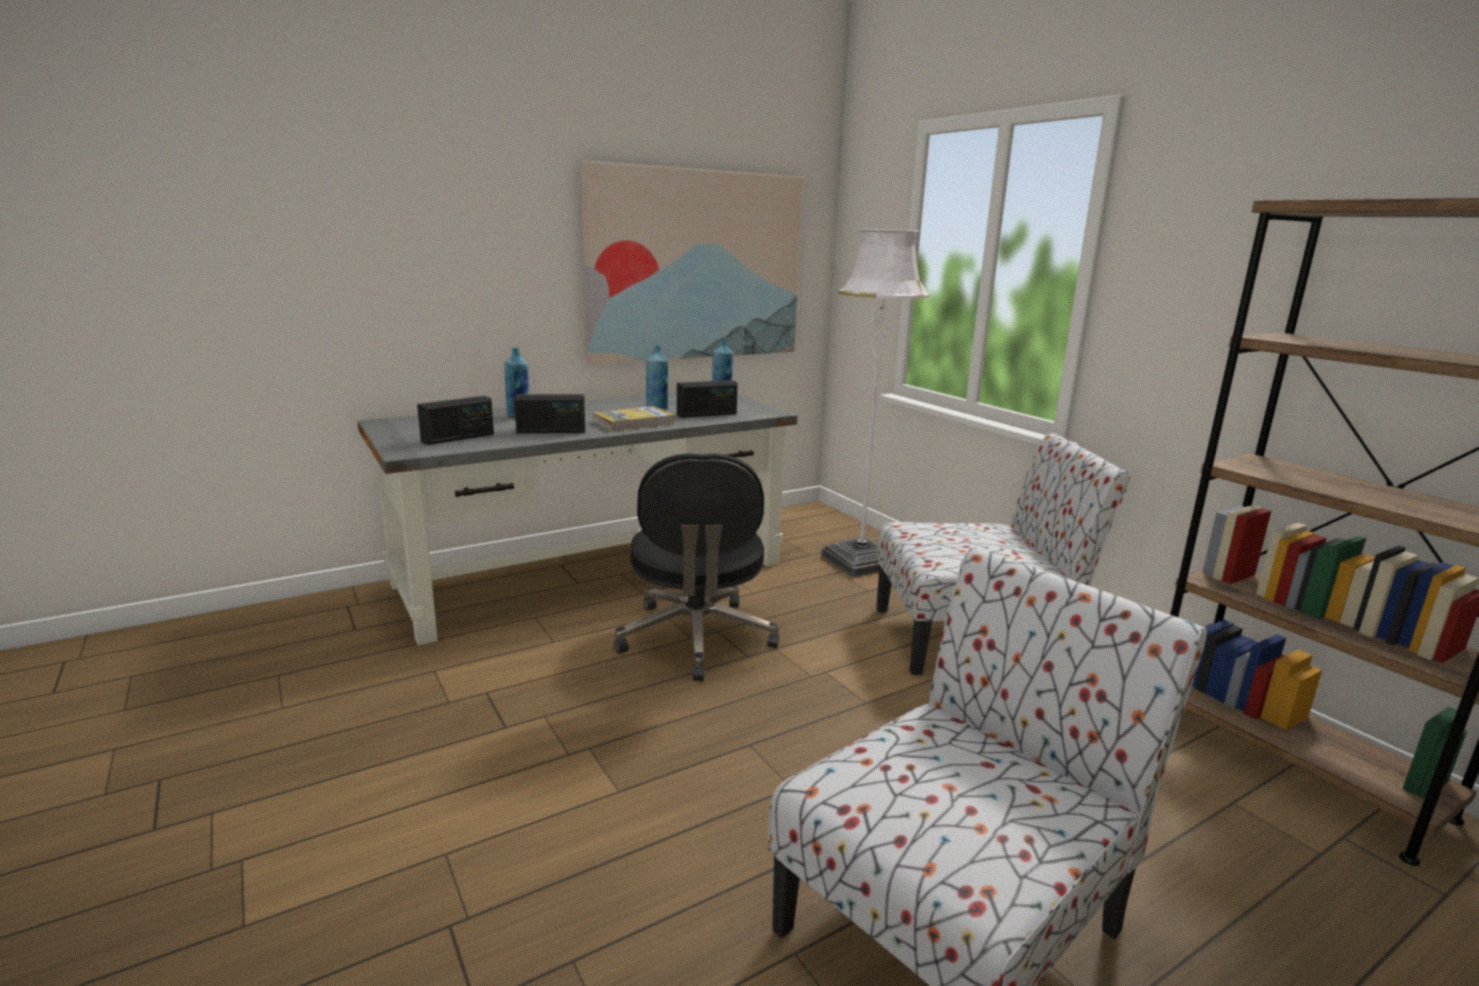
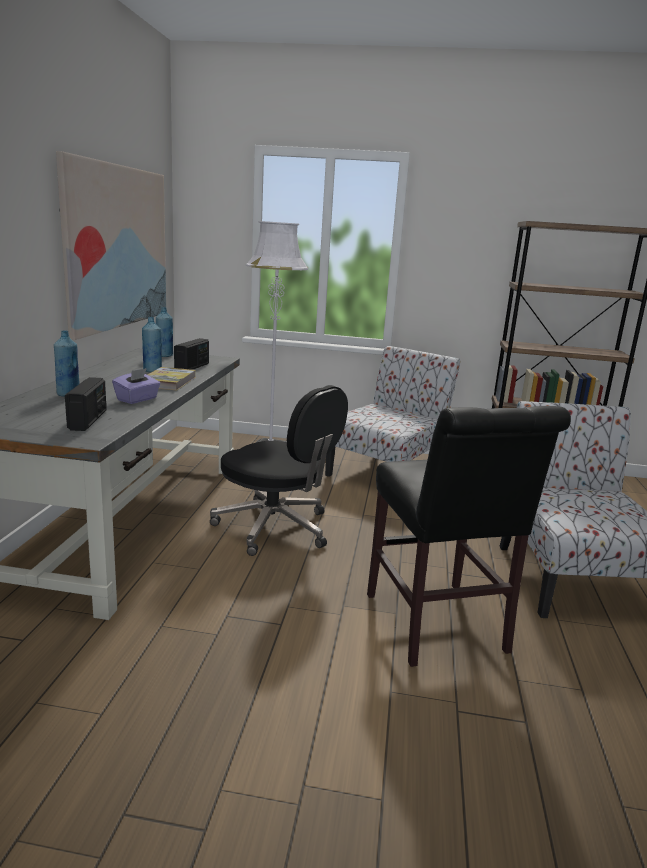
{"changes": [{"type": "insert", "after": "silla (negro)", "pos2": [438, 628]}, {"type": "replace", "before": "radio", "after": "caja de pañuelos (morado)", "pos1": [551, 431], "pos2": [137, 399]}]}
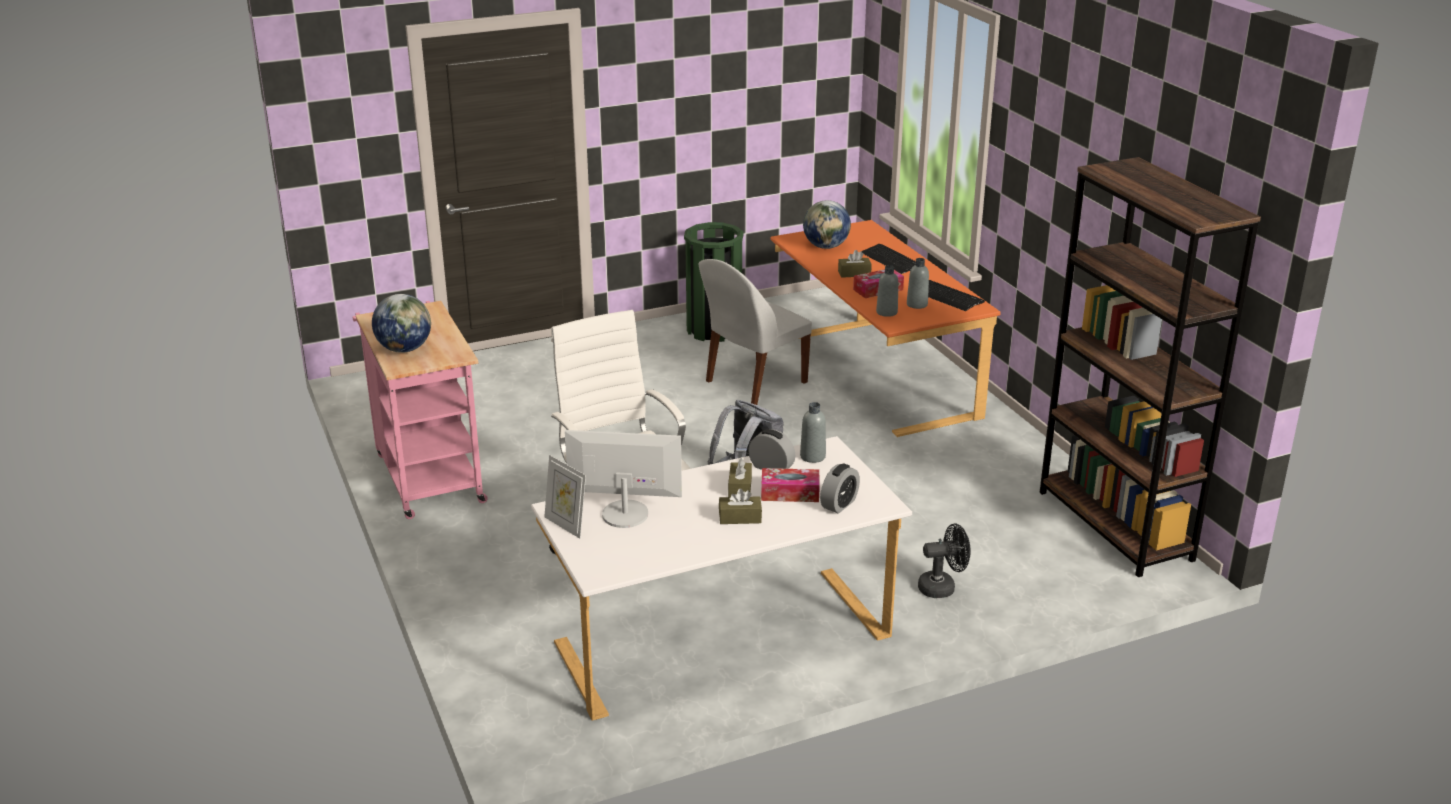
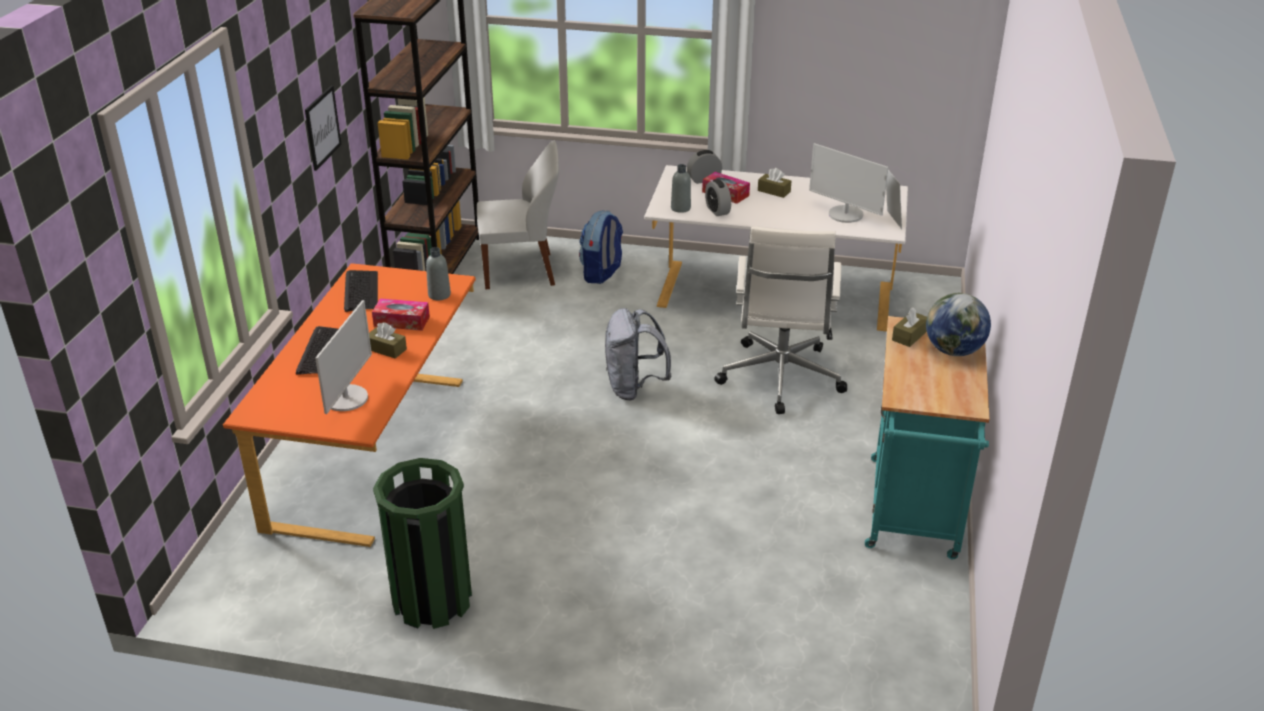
{"changes": [{"type": "delete", "before": "botella (gris)", "pos1": [917, 304]}, {"type": "insert", "after": "cuadro", "pos2": [322, 127]}, {"type": "move", "before": "silla (blanco)", "pos1": [754, 383], "pos2": [521, 271]}, {"type": "move", "before": "caja de pañuelos (marrón)", "pos1": [740, 487], "pos2": [909, 336]}, {"type": "replace", "before": "globo terráqueo", "after": "monitor", "pos1": [826, 246], "pos2": [346, 398]}, {"type": "replace", "before": "ventilador (negro)", "after": "mochila", "pos1": [942, 587], "pos2": [602, 273]}, {"type": "recolor", "before": "carrito (rosa)", "after": "carrito (turquesa)", "pos1": [427, 474], "pos2": [913, 514]}]}
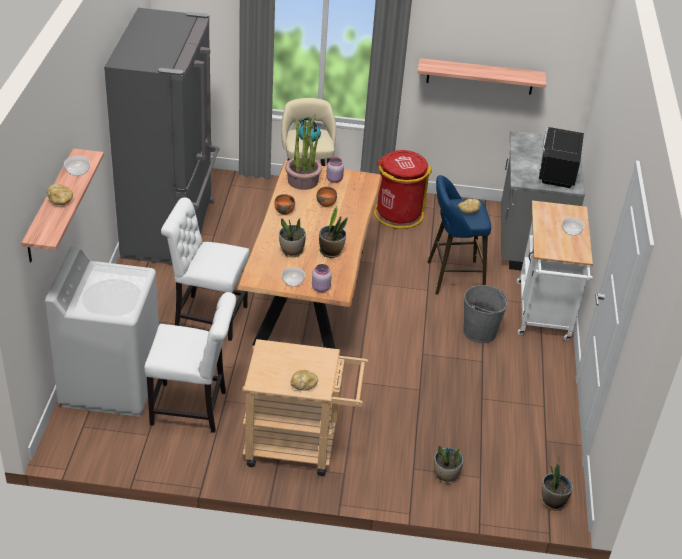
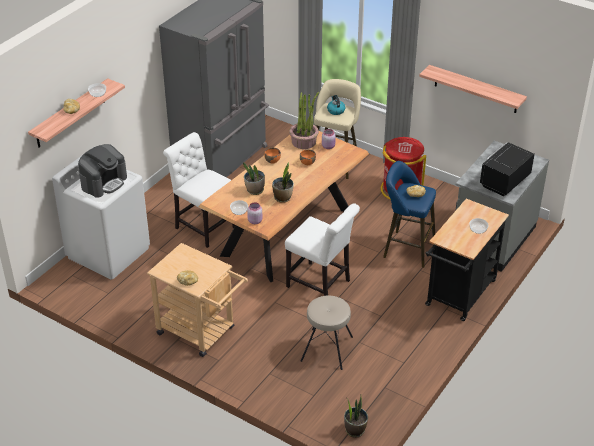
{"changes": [{"type": "delete", "before": "planta en maceta", "pos1": [446, 475]}, {"type": "delete", "before": "cubo (gris)", "pos1": [479, 332]}, {"type": "insert", "after": "cafetera", "pos2": [104, 182]}, {"type": "insert", "after": "taburete (beis)", "pos2": [327, 349]}, {"type": "move", "before": "silla (blanco)", "pos1": [193, 409], "pos2": [321, 285]}, {"type": "recolor", "before": "carrito (blanco)", "after": "carrito (negro)", "pos1": [543, 315], "pos2": [458, 296]}]}
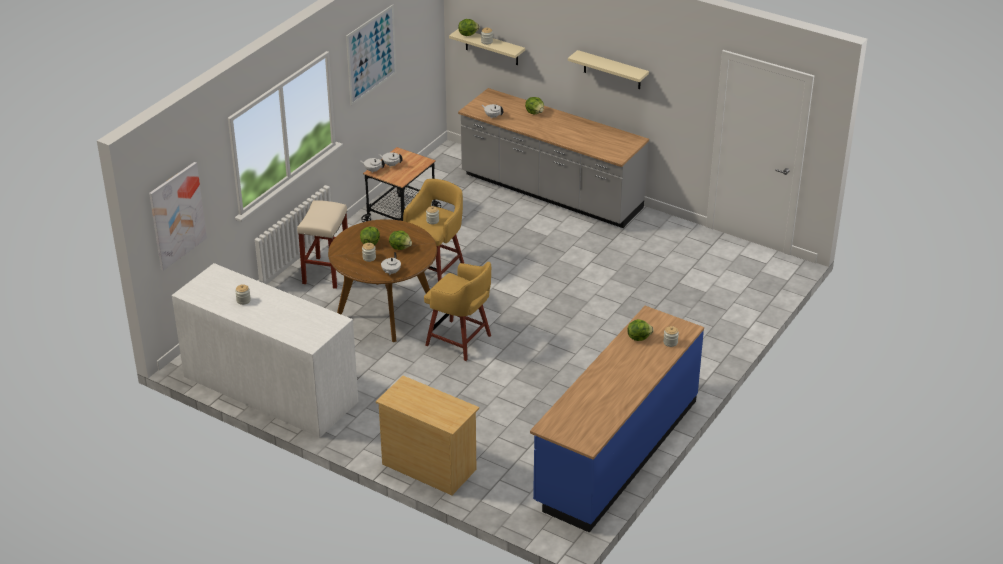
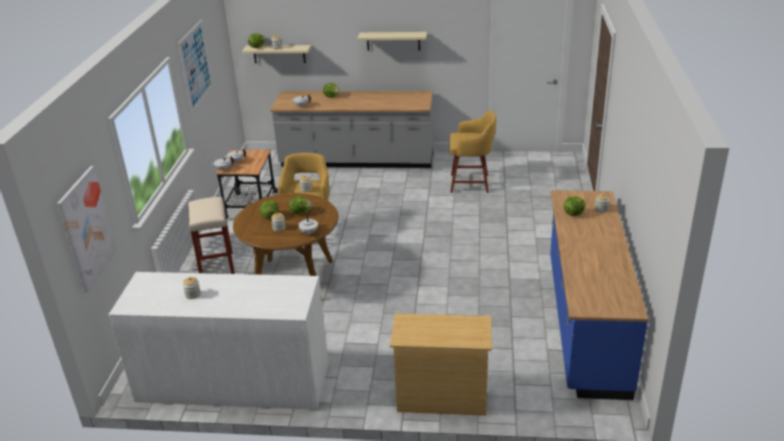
{"changes": [{"type": "move", "before": "taburete (amarillo)", "pos1": [460, 341], "pos2": [471, 183]}]}
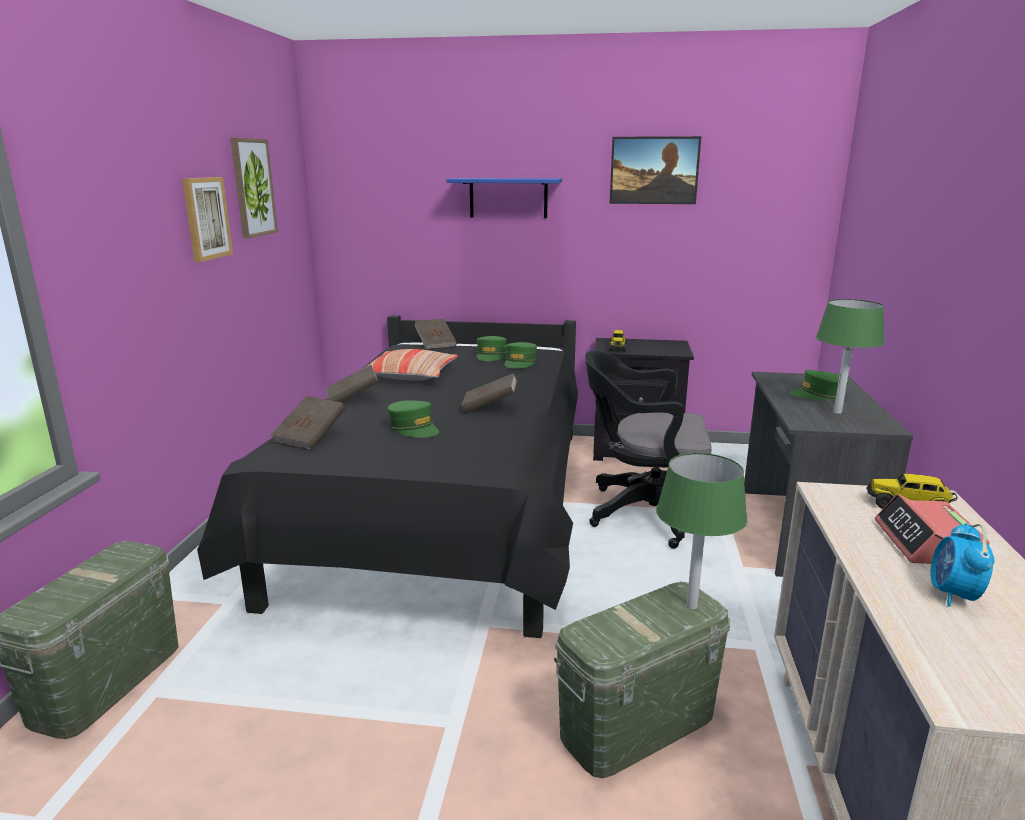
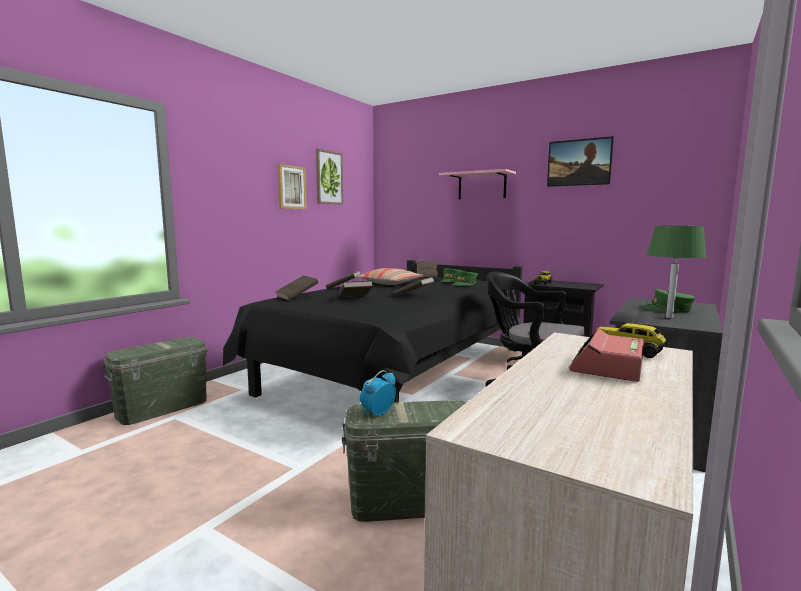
{"changes": [{"type": "delete", "before": "lámpara de mesa (verde)", "pos1": [691, 606]}, {"type": "move", "before": "despertador", "pos1": [953, 595], "pos2": [377, 414]}, {"type": "replace", "before": "gorra (verde)", "after": "libro (marrón)", "pos1": [414, 428], "pos2": [355, 298]}, {"type": "recolor", "before": "estante (azul)", "after": "estante (rosa)", "pos1": [508, 198], "pos2": [482, 186]}]}
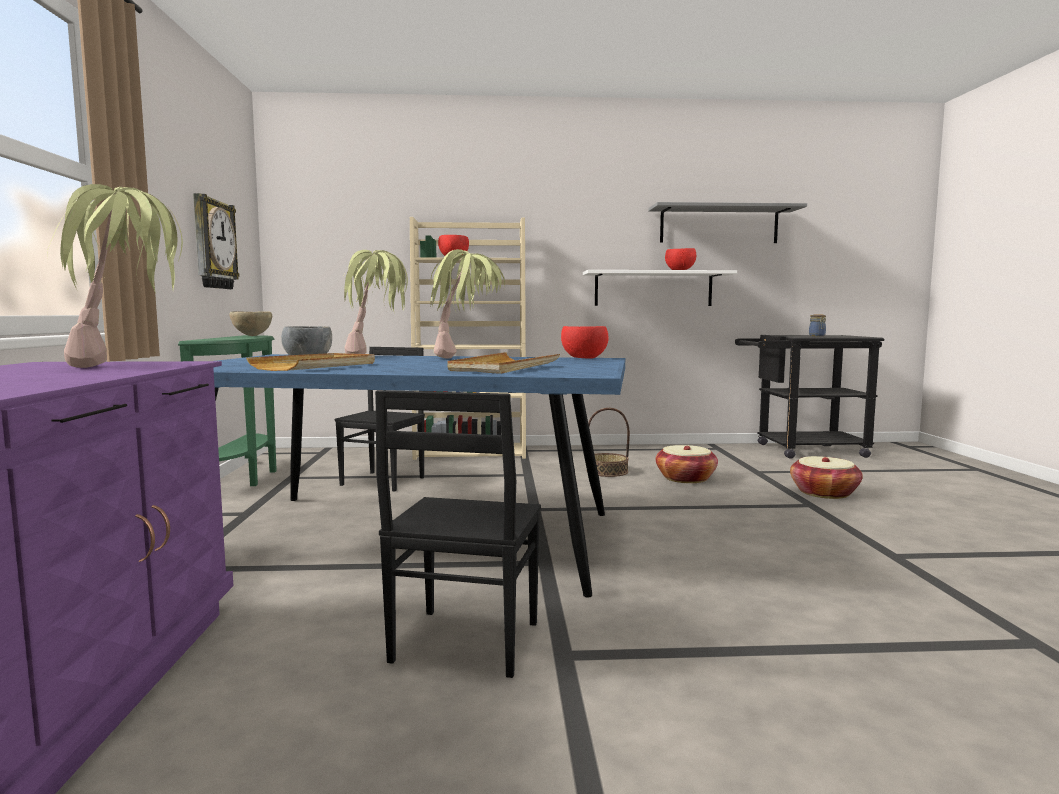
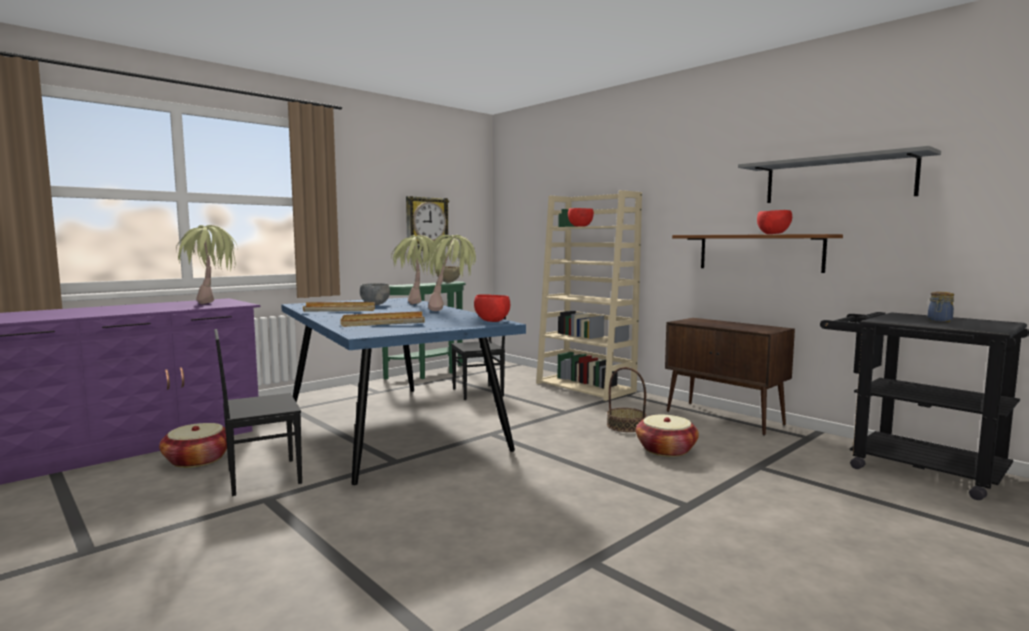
{"changes": [{"type": "insert", "after": "armario (marrón)", "pos2": [725, 418]}, {"type": "move", "before": "cesta", "pos1": [824, 493], "pos2": [197, 460]}, {"type": "recolor", "before": "estante (blanco)", "after": "estante (marrón)", "pos1": [653, 289], "pos2": [759, 252]}]}
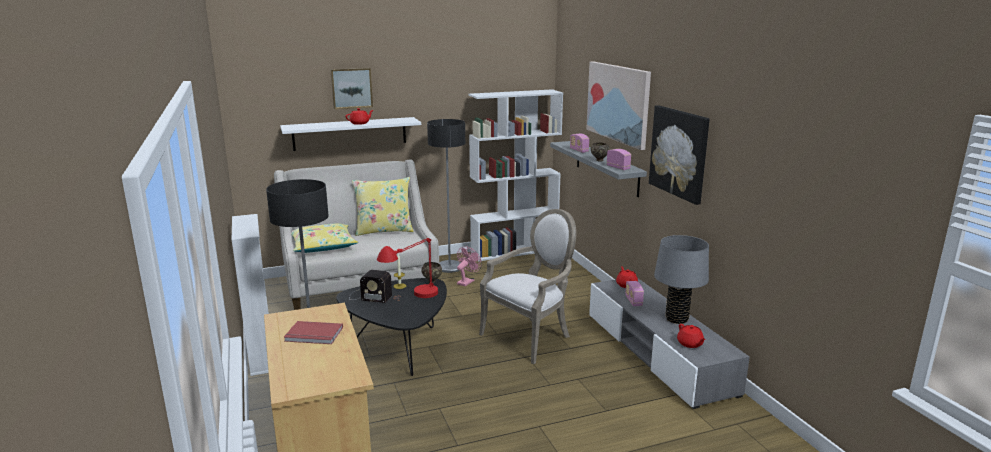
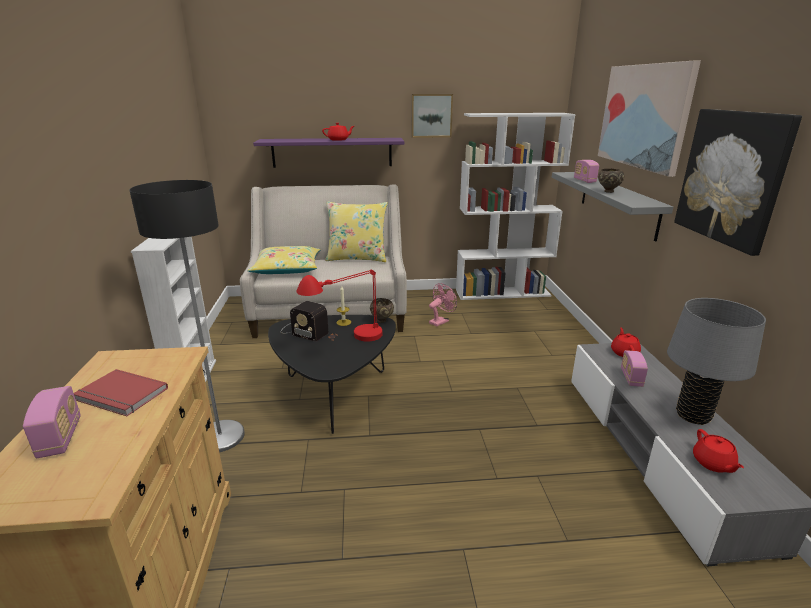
{"changes": [{"type": "delete", "before": "lámpara de pie", "pos1": [449, 267]}, {"type": "delete", "before": "sillón", "pos1": [531, 337]}, {"type": "move", "before": "cuadro", "pos1": [351, 88], "pos2": [431, 115]}, {"type": "move", "before": "radio", "pos1": [618, 167], "pos2": [60, 438]}, {"type": "recolor", "before": "estante (blanco)", "after": "estante (morado)", "pos1": [350, 133], "pos2": [332, 152]}]}
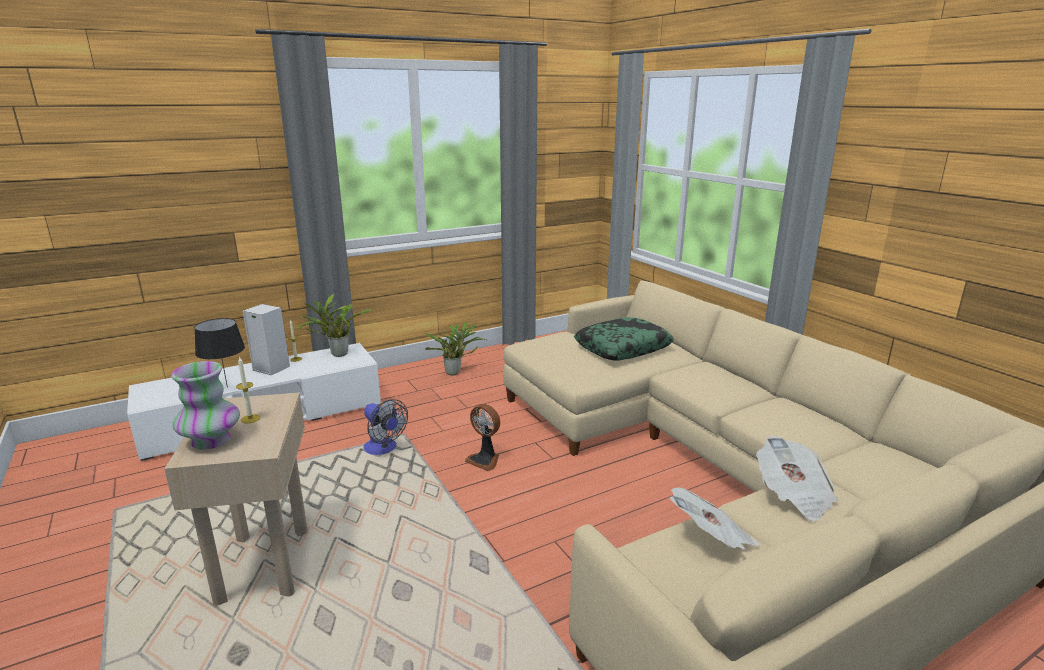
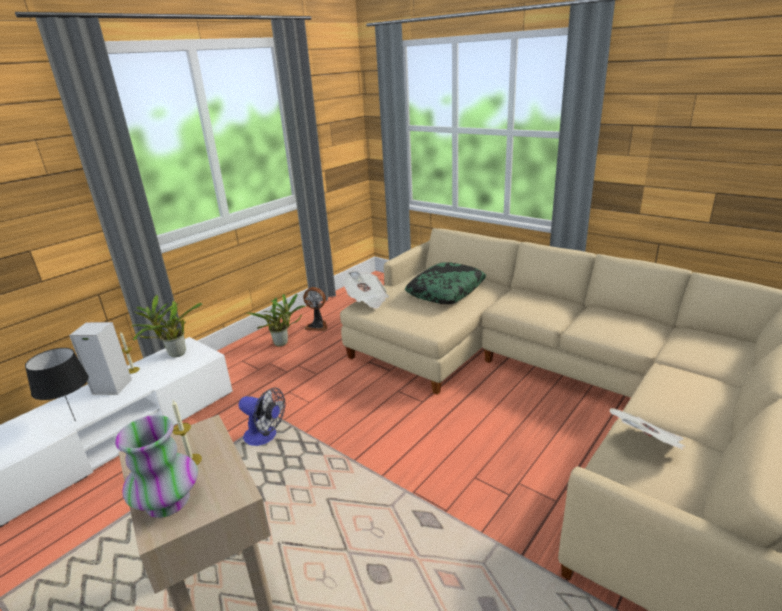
{"changes": [{"type": "move", "before": "ventilador", "pos1": [485, 460], "pos2": [317, 326]}, {"type": "move", "before": "periódico", "pos1": [793, 495], "pos2": [367, 300]}]}
